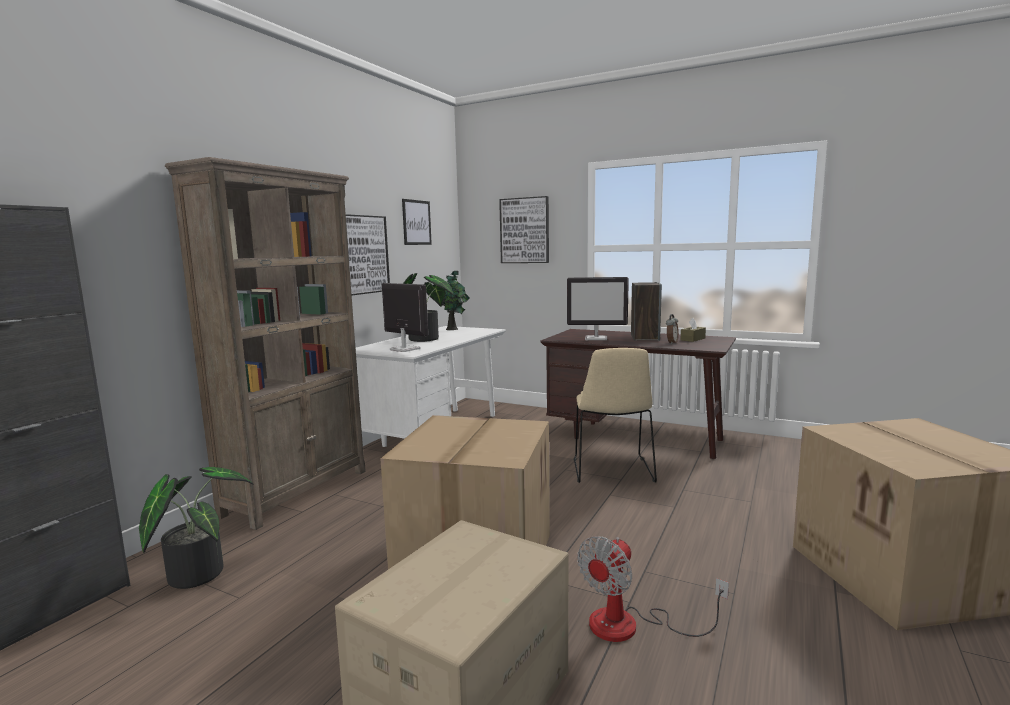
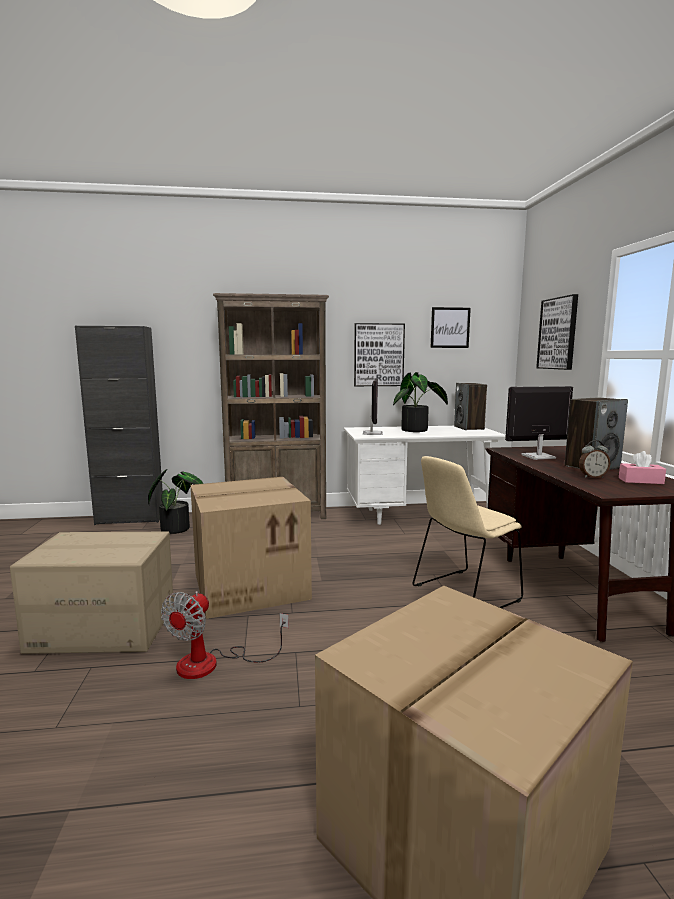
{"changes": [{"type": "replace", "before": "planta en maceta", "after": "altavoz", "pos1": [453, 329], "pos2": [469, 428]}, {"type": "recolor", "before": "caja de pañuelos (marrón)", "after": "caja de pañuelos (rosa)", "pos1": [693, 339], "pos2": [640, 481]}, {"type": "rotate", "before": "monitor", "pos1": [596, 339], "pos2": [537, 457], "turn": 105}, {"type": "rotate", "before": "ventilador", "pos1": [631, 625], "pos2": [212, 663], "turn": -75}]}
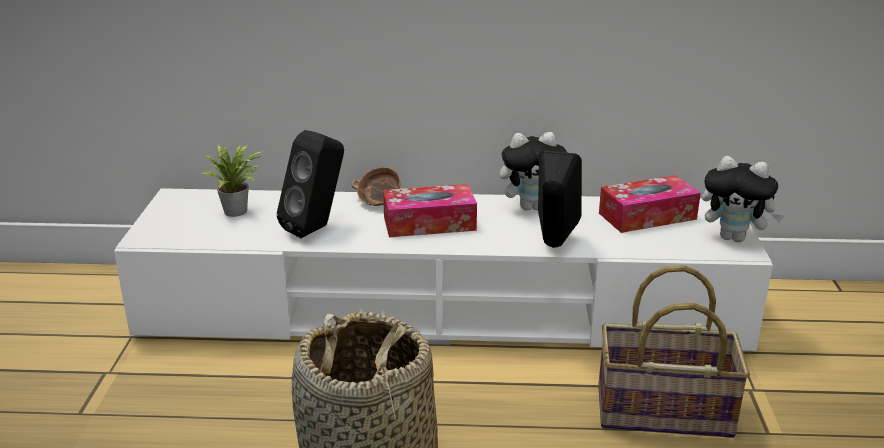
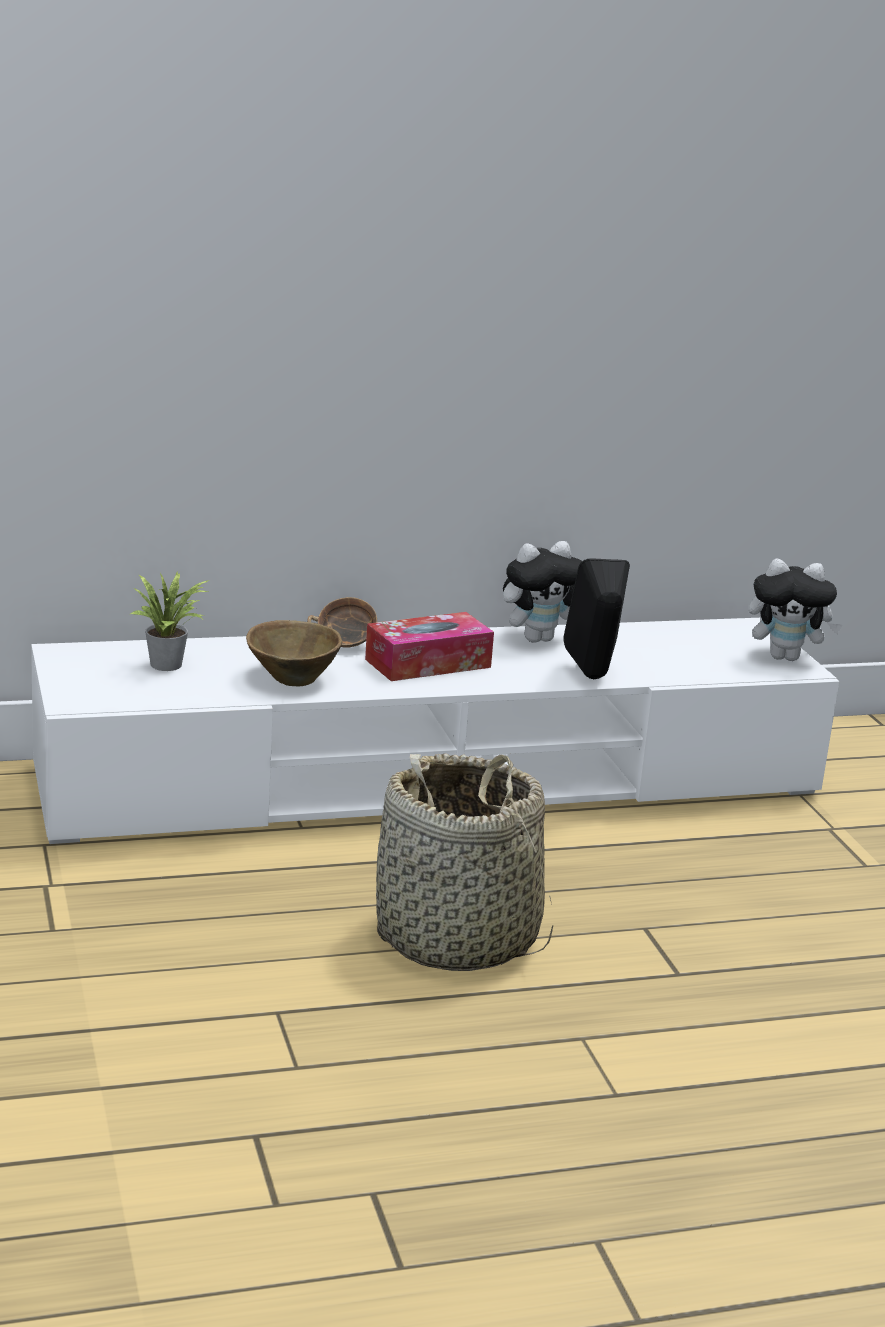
{"changes": [{"type": "delete", "before": "cesta", "pos1": [663, 412]}, {"type": "delete", "before": "caja de pañuelos", "pos1": [647, 216]}, {"type": "replace", "before": "altavoz (negro)", "after": "cuenco (marrón)", "pos1": [317, 229], "pos2": [292, 677]}]}
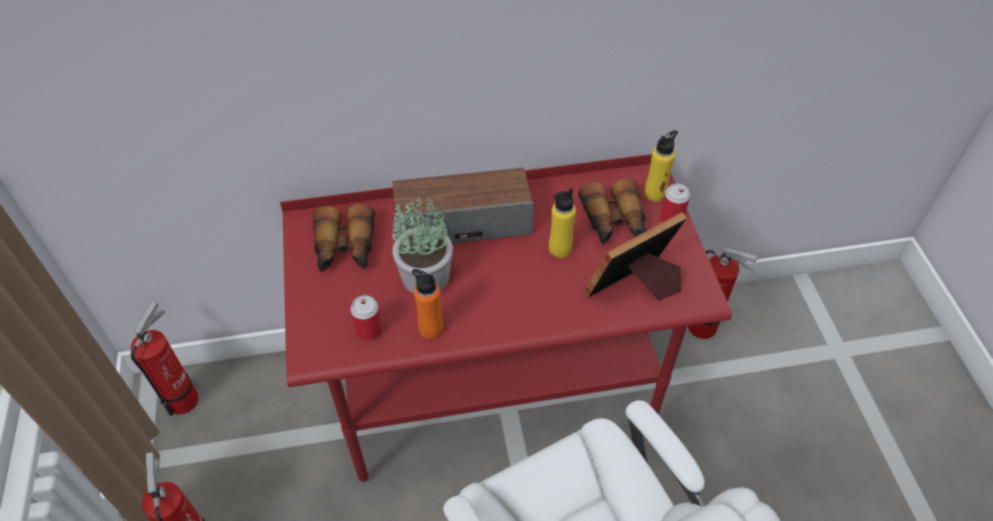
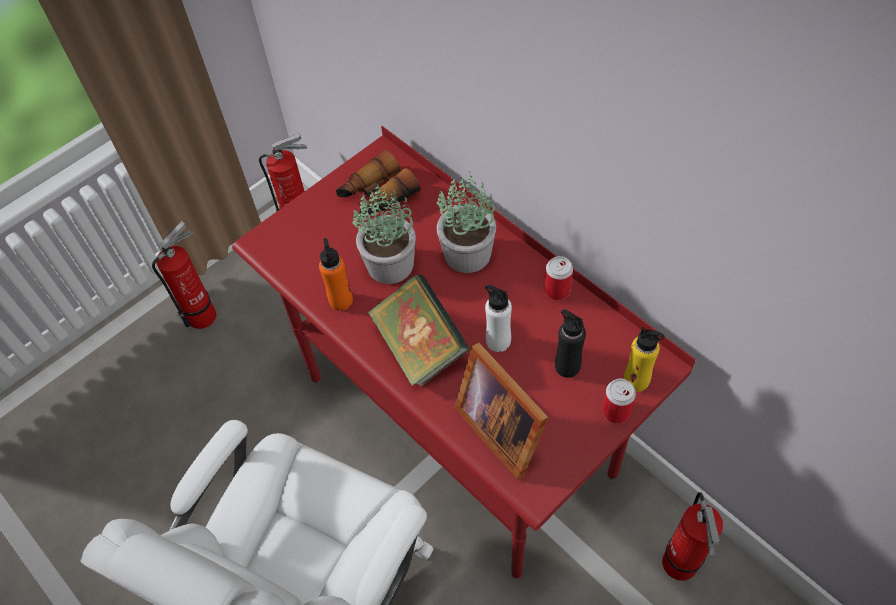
{"changes": [{"type": "insert", "after": "libro", "pos2": [420, 346]}, {"type": "move", "before": "lata", "pos1": [369, 330], "pos2": [557, 290]}, {"type": "replace", "before": "altavoz", "after": "planta en maceta", "pos1": [462, 222], "pos2": [468, 253]}, {"type": "replace", "before": "prismáticos", "after": "botella (negro)", "pos1": [614, 222], "pos2": [567, 366]}, {"type": "recolor", "before": "botella (amarillo)", "after": "botella (blanco)", "pos1": [559, 249], "pos2": [498, 341]}, {"type": "rotate", "before": "portarretratos", "pos1": [635, 287], "pos2": [502, 426], "turn": -150}]}
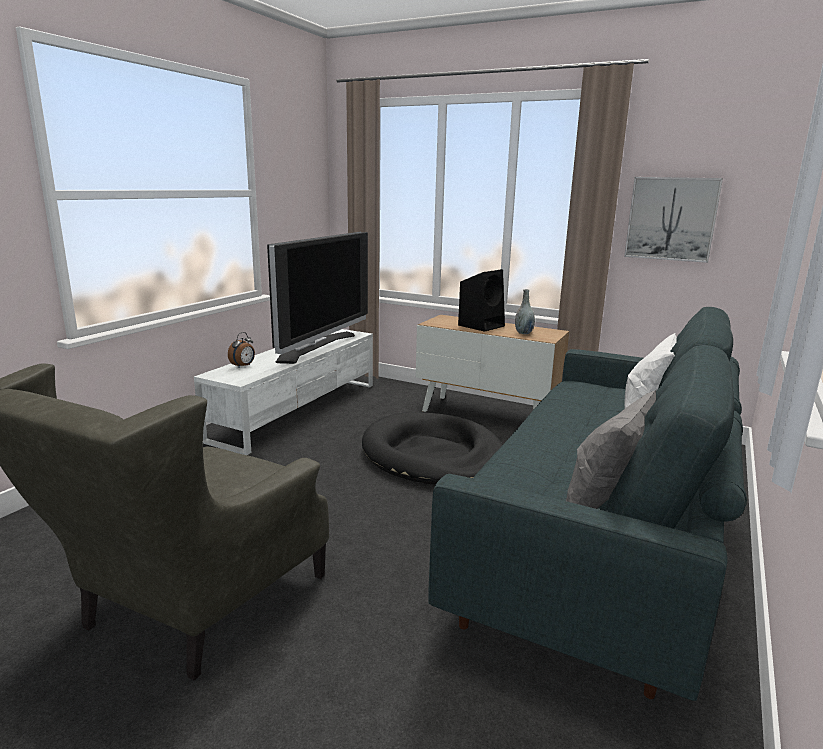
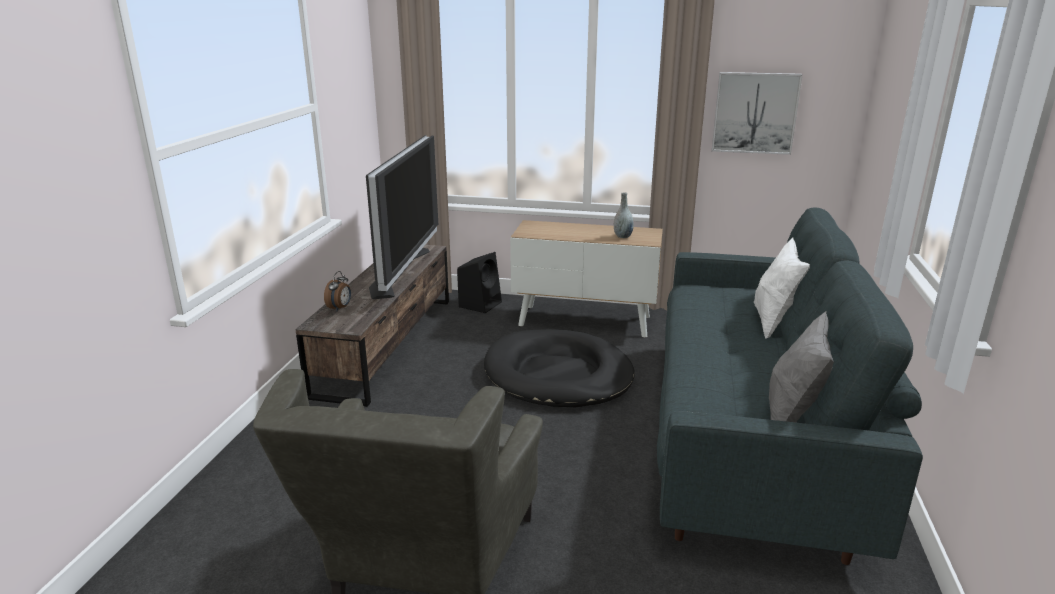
{"changes": [{"type": "move", "before": "altavoz (negro)", "pos1": [481, 325], "pos2": [480, 304]}, {"type": "recolor", "before": "mueble de televisión (blanco)", "after": "mueble de televisión (marrón)", "pos1": [298, 410], "pos2": [387, 343]}]}
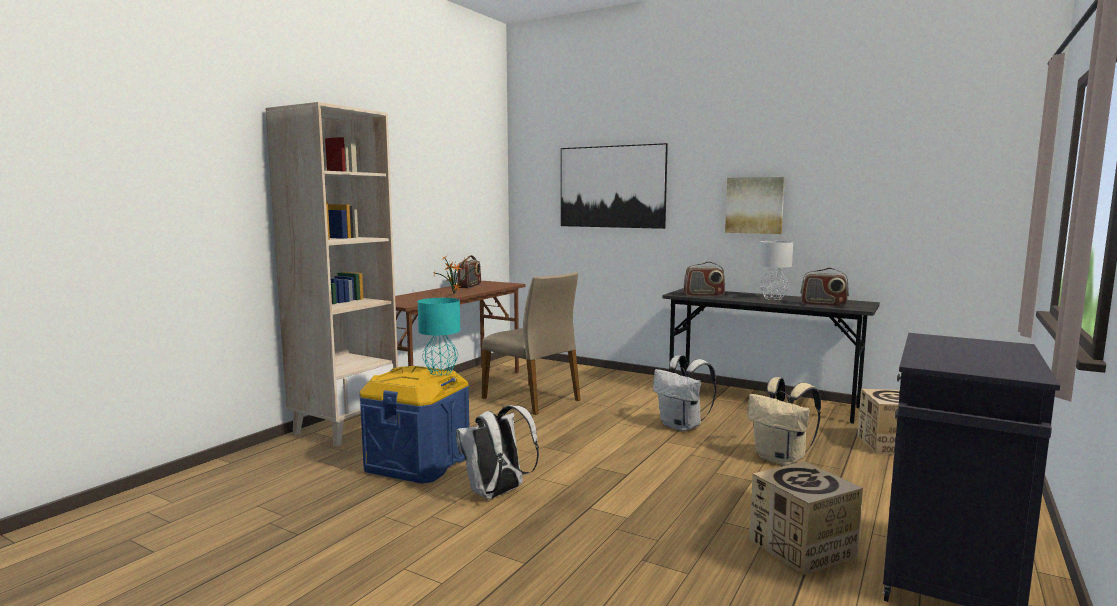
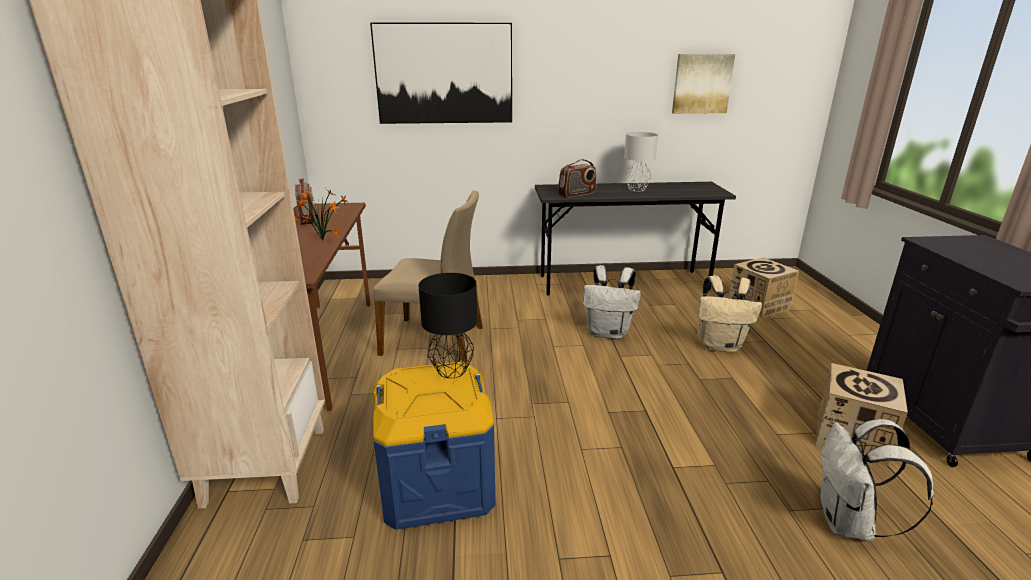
{"changes": [{"type": "delete", "before": "radio", "pos1": [823, 305]}, {"type": "move", "before": "mochila (blanco)", "pos1": [497, 494], "pos2": [849, 524]}, {"type": "move", "before": "cuadro", "pos1": [754, 205], "pos2": [701, 84]}, {"type": "recolor", "before": "lámpara de mesa (turquesa)", "after": "lámpara de mesa (negro)", "pos1": [440, 372], "pos2": [450, 370]}]}
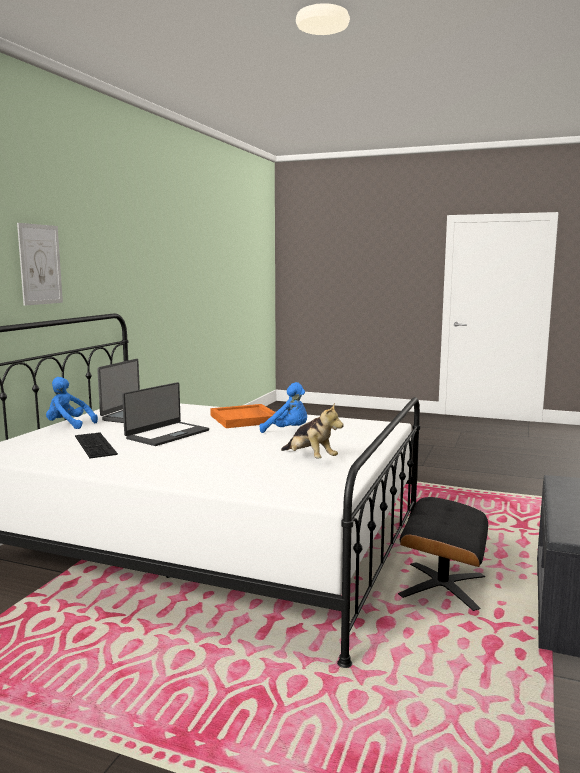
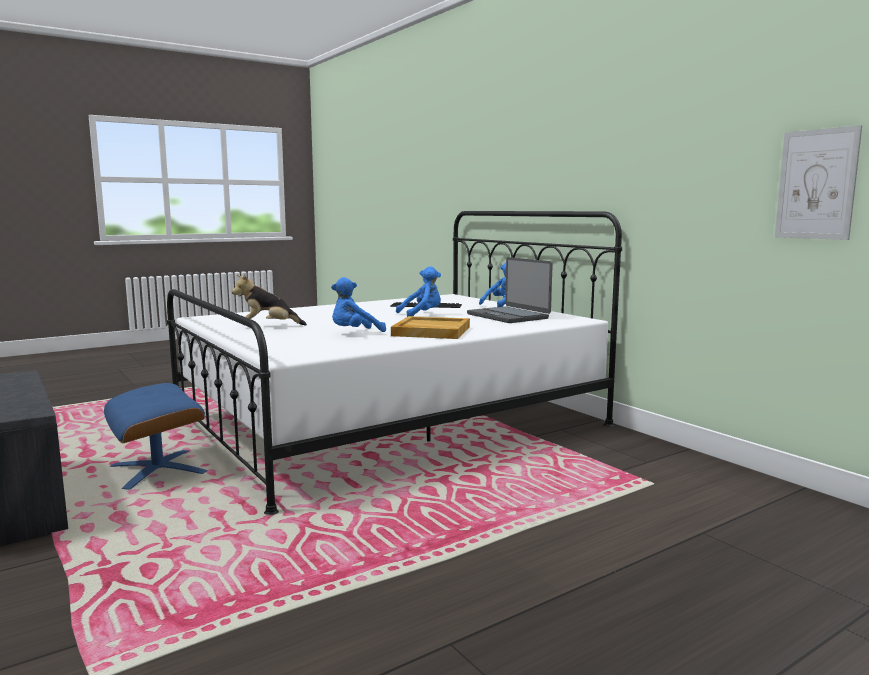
{"changes": [{"type": "move", "before": "cuadro", "pos1": [40, 264], "pos2": [816, 184]}, {"type": "replace", "before": "portátil", "after": "peluche (azul)", "pos1": [167, 434], "pos2": [422, 315]}, {"type": "recolor", "before": "bandeja (naranja)", "after": "bandeja (beis)", "pos1": [245, 419], "pos2": [430, 331]}, {"type": "recolor", "before": "puf (negro)", "after": "puf (azul)", "pos1": [442, 585], "pos2": [158, 469]}]}
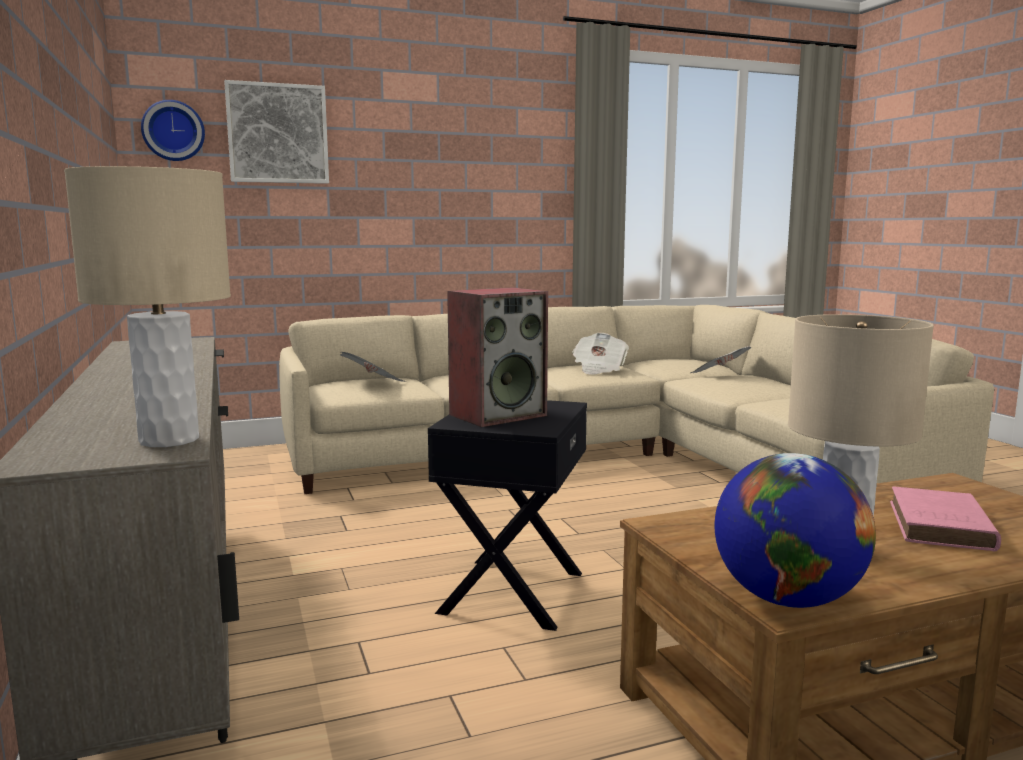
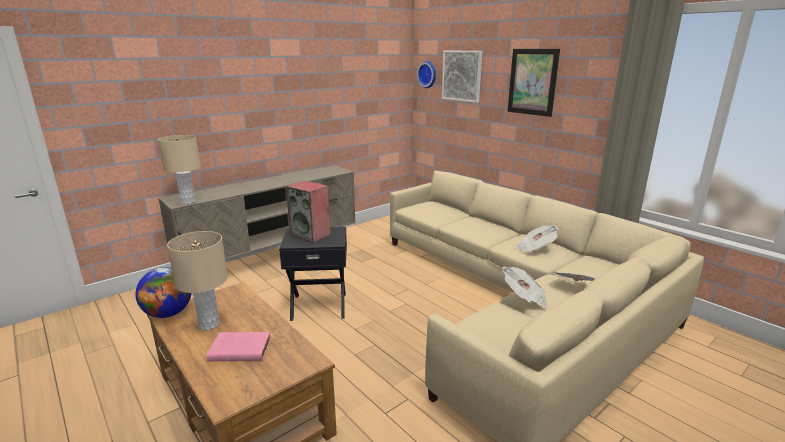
{"changes": [{"type": "insert", "after": "cuadro", "pos2": [532, 82]}, {"type": "move", "before": "periódico", "pos1": [373, 384], "pos2": [524, 298]}]}
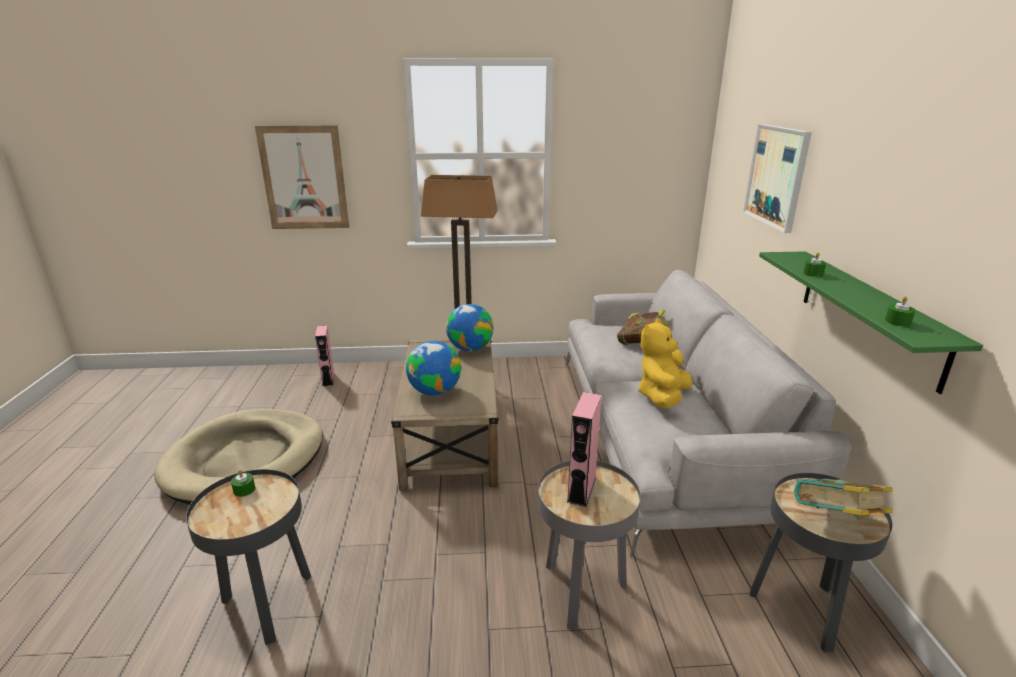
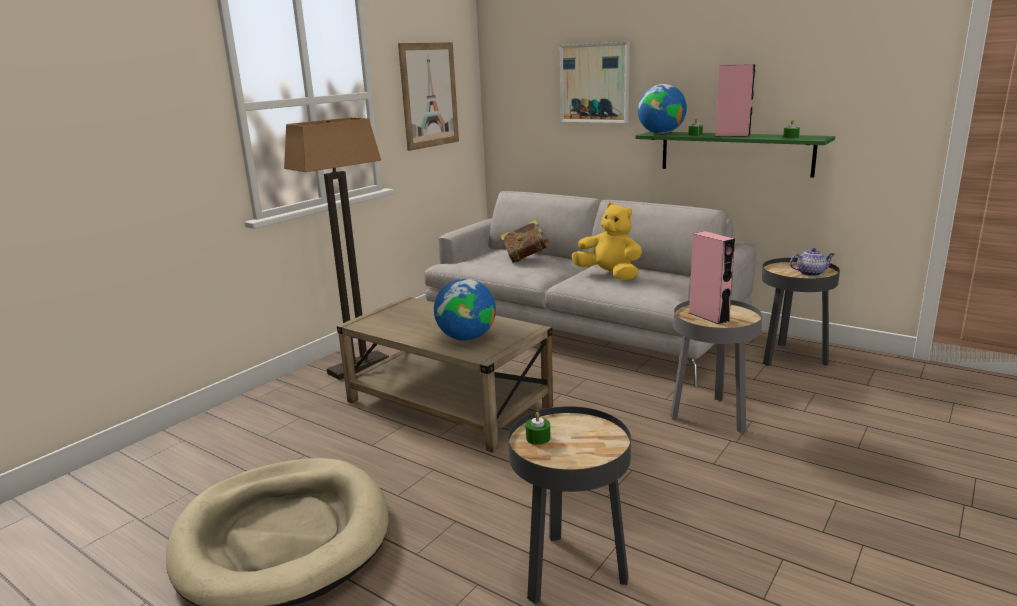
{"changes": [{"type": "move", "before": "cuadro", "pos1": [304, 178], "pos2": [429, 95]}, {"type": "move", "before": "altavoz (rosa)", "pos1": [328, 379], "pos2": [732, 135]}, {"type": "move", "before": "globo terráqueo", "pos1": [470, 348], "pos2": [660, 133]}, {"type": "replace", "before": "libro", "after": "tetera", "pos1": [835, 521], "pos2": [811, 273]}, {"type": "rotate", "before": "peluche (amarillo)", "pos1": [662, 397], "pos2": [609, 275], "turn": 150}]}
